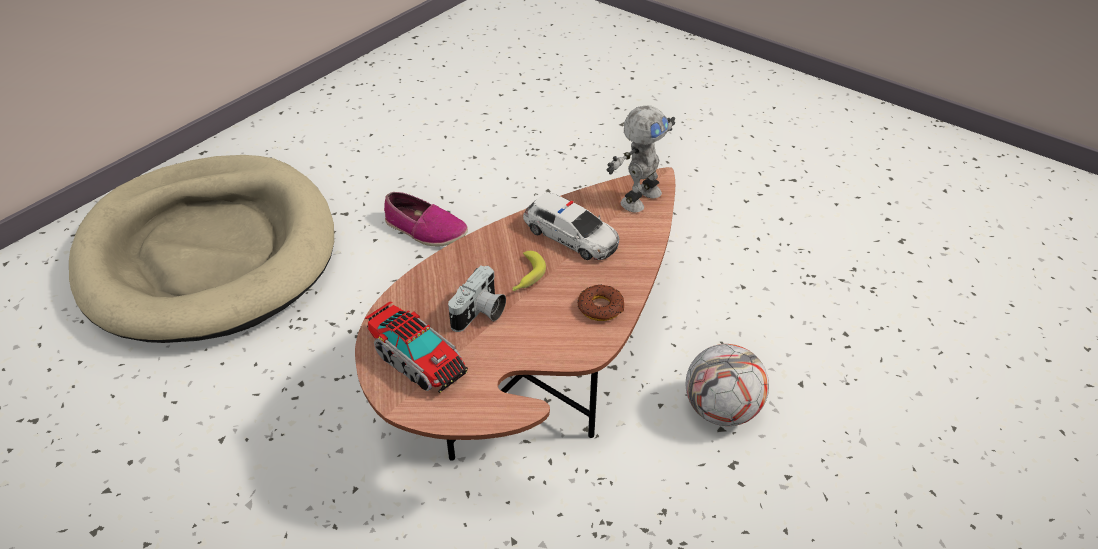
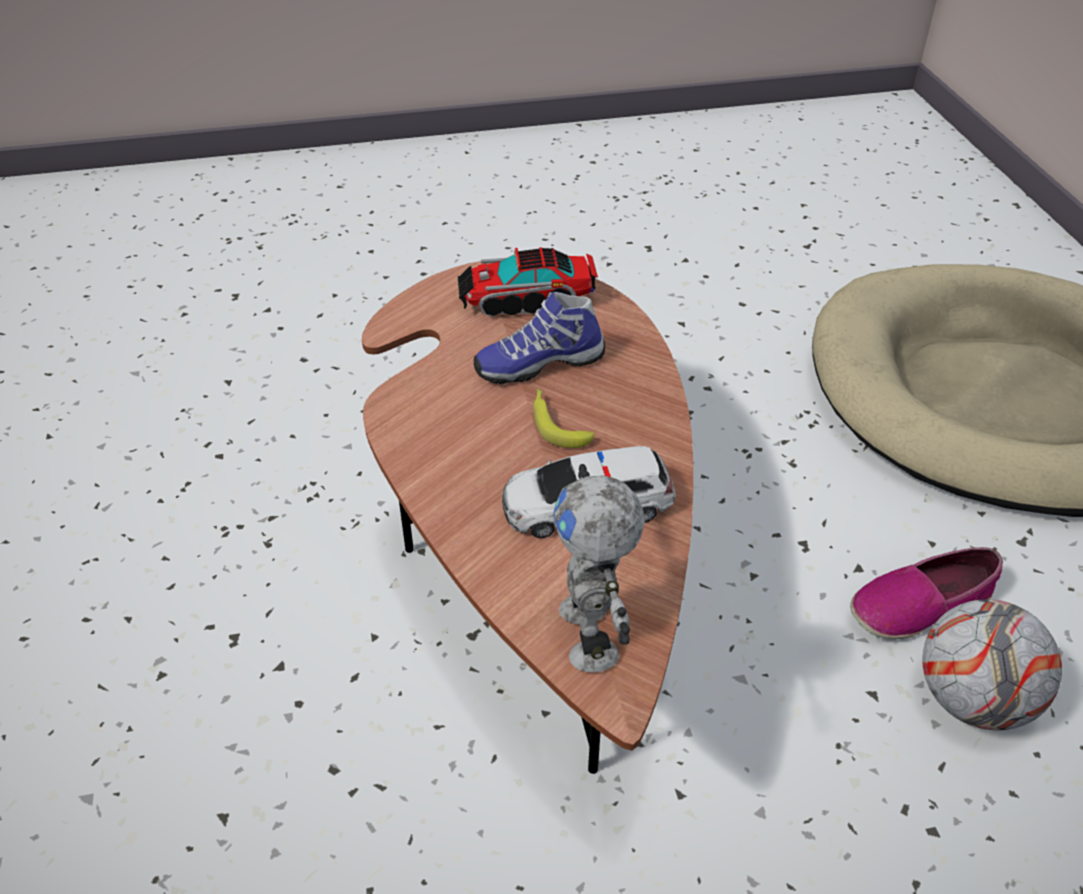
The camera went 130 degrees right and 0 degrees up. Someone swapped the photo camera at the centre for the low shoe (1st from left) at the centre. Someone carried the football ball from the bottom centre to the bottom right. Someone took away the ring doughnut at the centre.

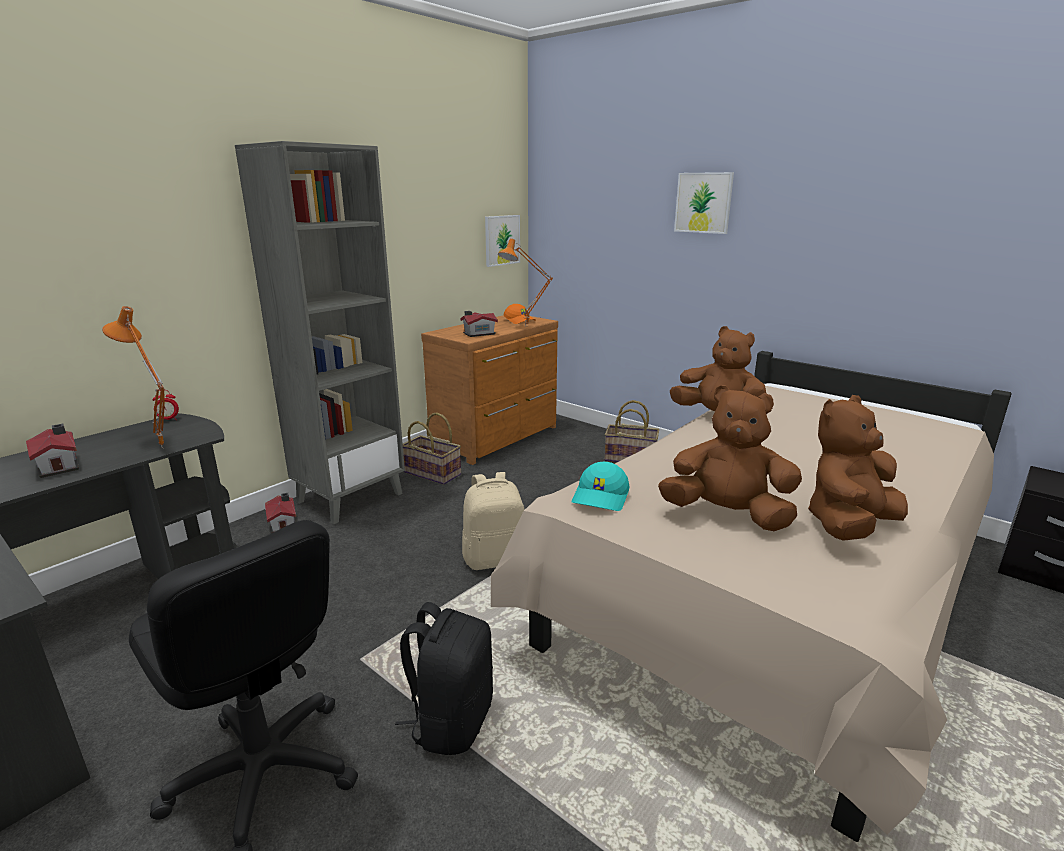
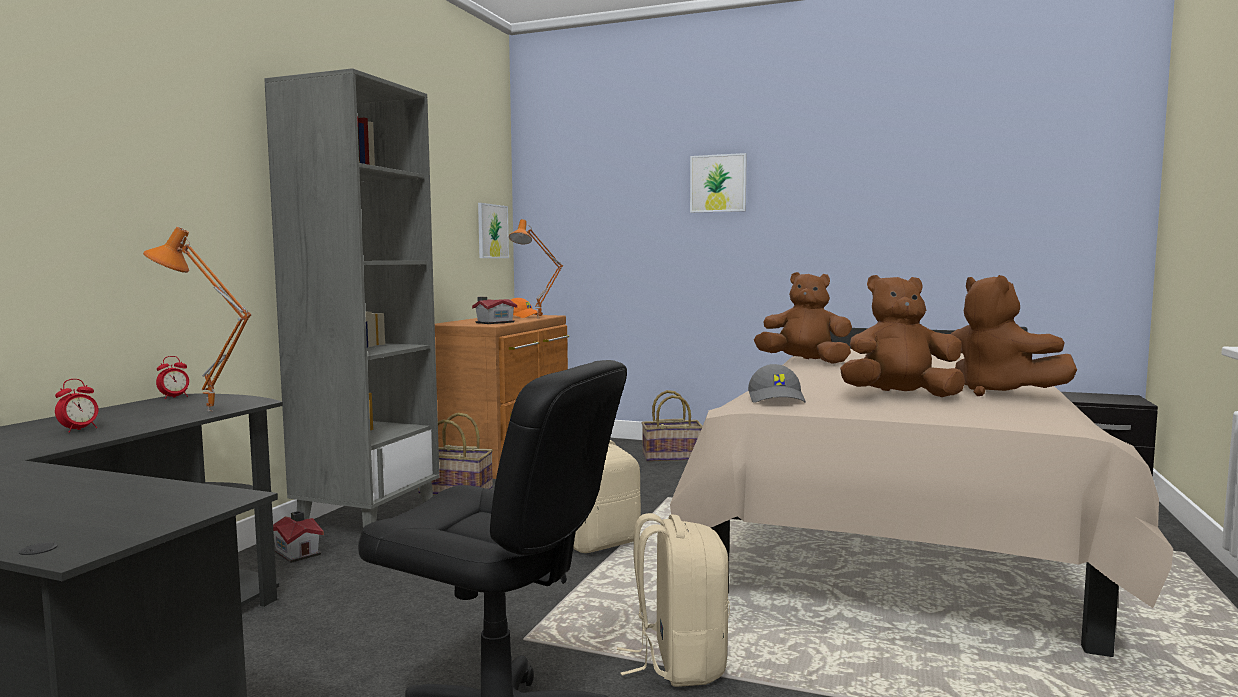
The camera went 20 degrees left and 15 degrees down. Someone swapped the miniature house (1st from left) at the middle left for the bedside clock (1st from left) at the middle left. Someone repainted the backpack (blackish) at the bottom centre, which became the backpack (beige) (2nd from left) at the bottom centre. Someone repainted the baseball cap (turquoise) at the centre, which became the baseball cap (gray) at the centre. Someone rotated the cuddly toy (brown) (3rd from left) at the middle right by 60 degrees counterclockwise.

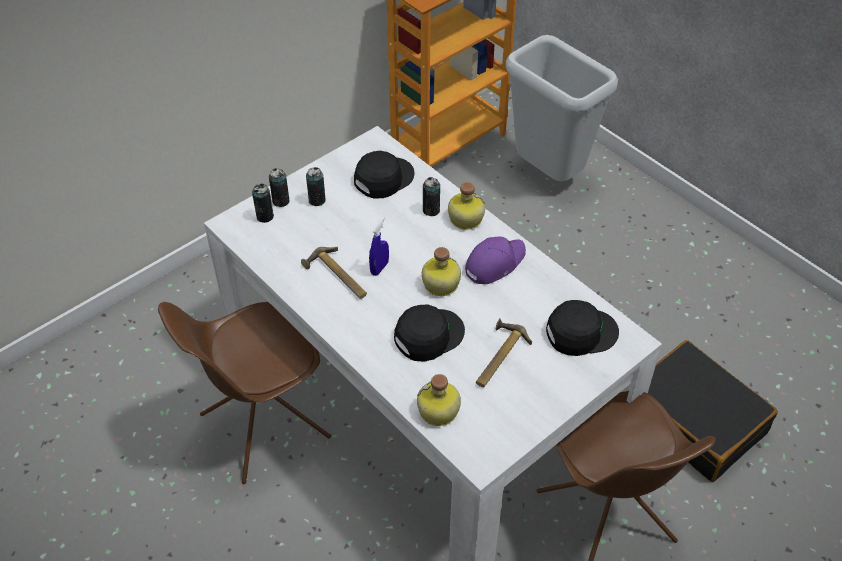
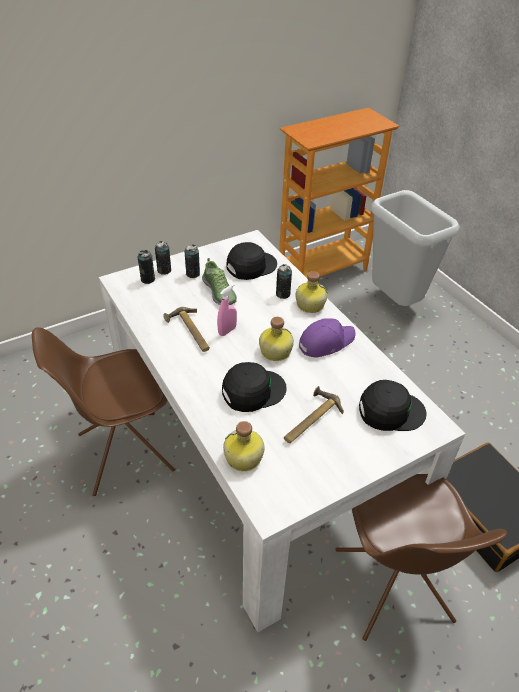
The camera went 10 degrees right and 5 degrees down. Someone put down the low shoe at the centre. Someone repainted the hand sprayer (blue-coloured) at the centre, which became the hand sprayer (pink-coloured) at the centre.

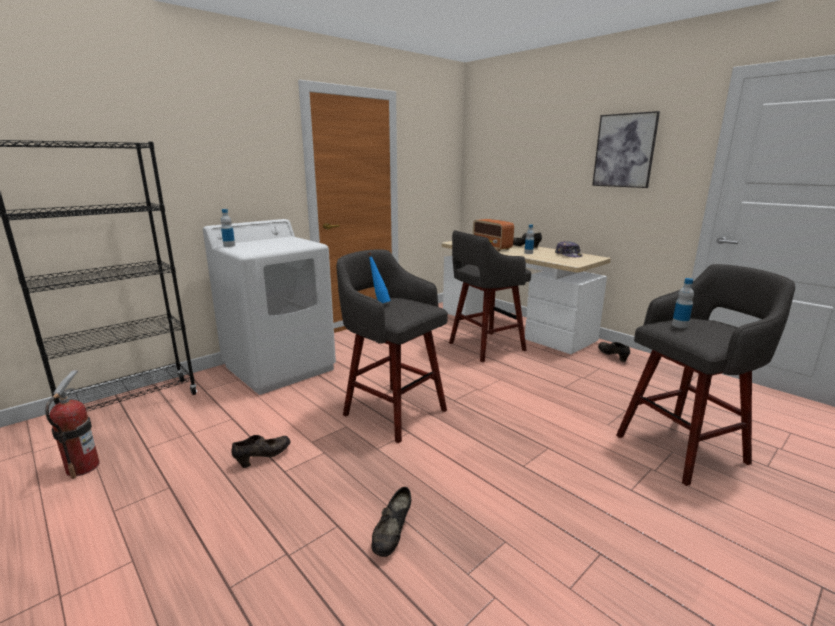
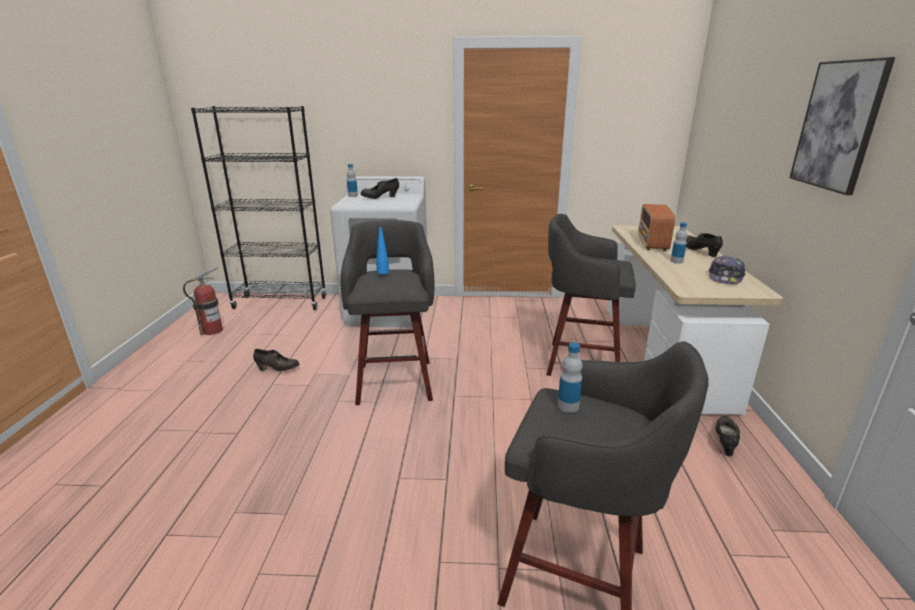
The camera went 45 degrees right and 5 degrees up. Someone carried the low shoe (blackish) (2nd from left) from the bottom centre to the top centre.

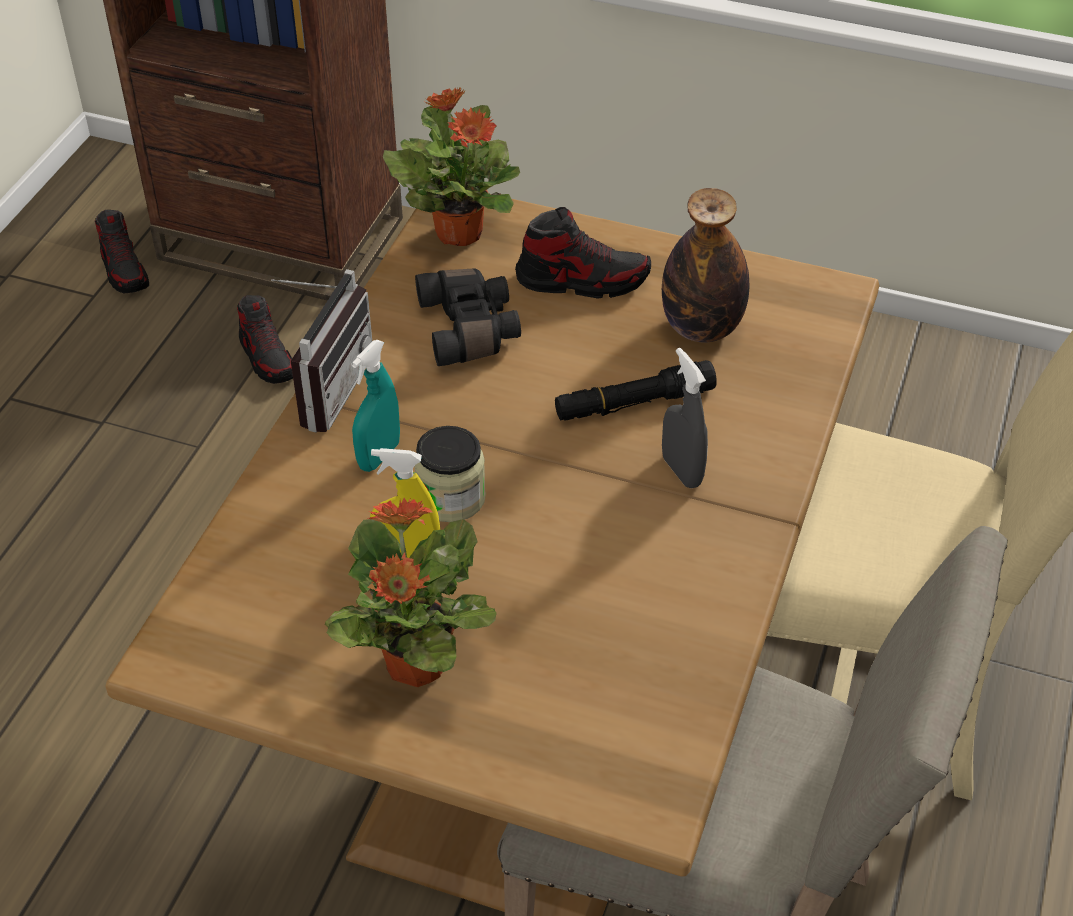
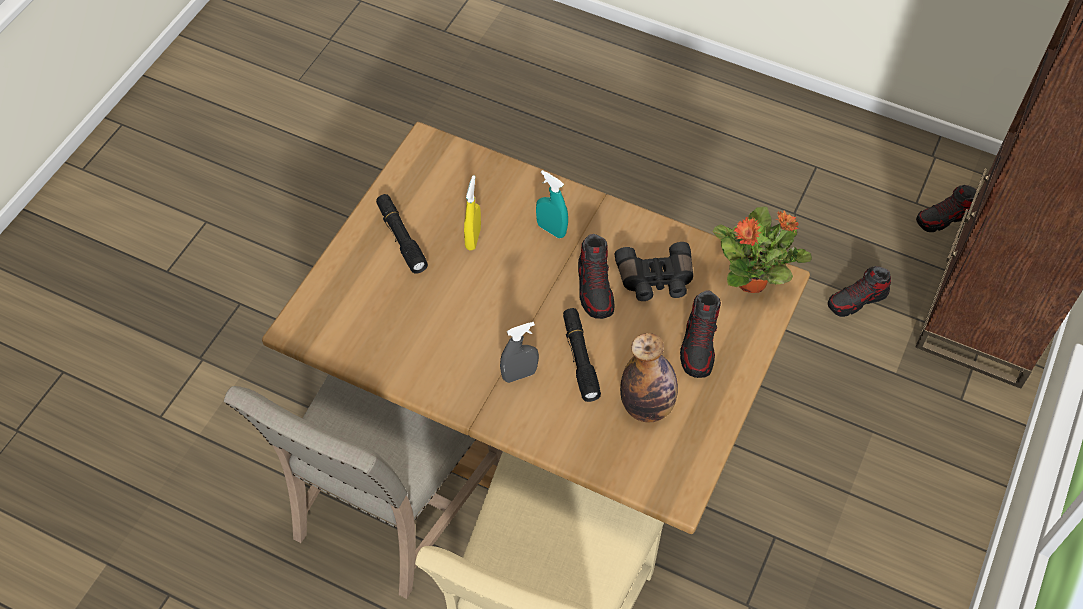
The camera went 95 degrees right and 10 degrees up. Someone swapped the plant in a pot (1st from left) at the centre for the torch (blackish) (1st from left) at the centre. Someone put down the low shoe (1st from left) at the centre. Someone took away the radio receiver at the middle left. Someone took away the jar at the centre.

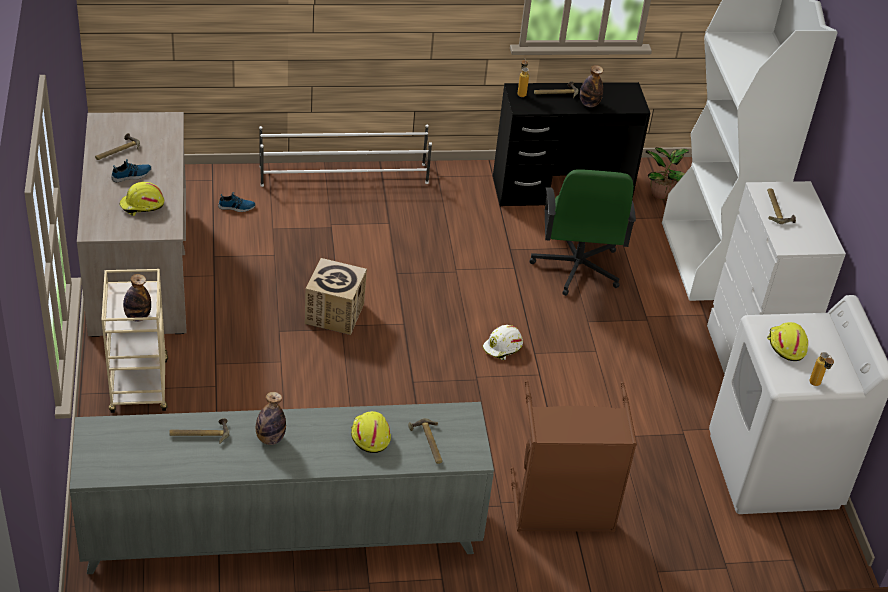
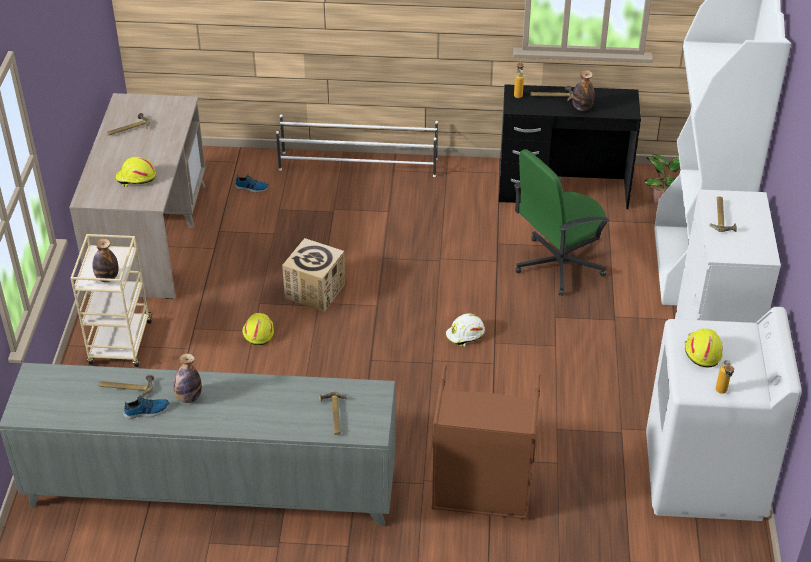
The camera went 15 degrees right and 0 degrees up. Someone carried the low shoe (1st from left) from the top left to the bottom left. Someone carried the safety helmet (yellow) (2nd from left) from the bottom centre to the middle left. Someone rotated the computer chair (green) at the centre by 45 degrees clockwise.

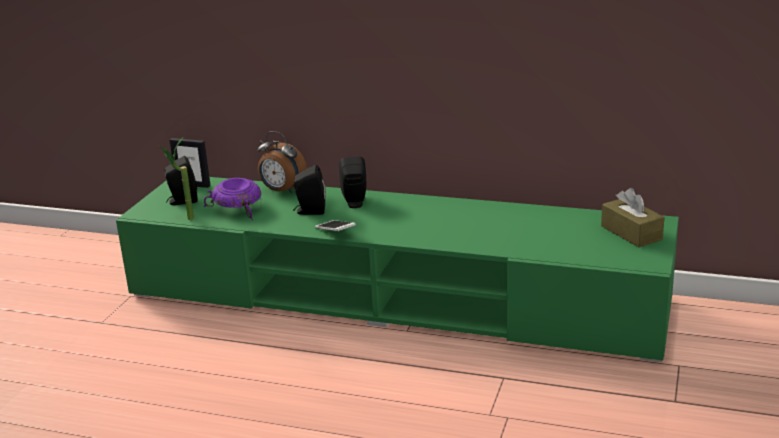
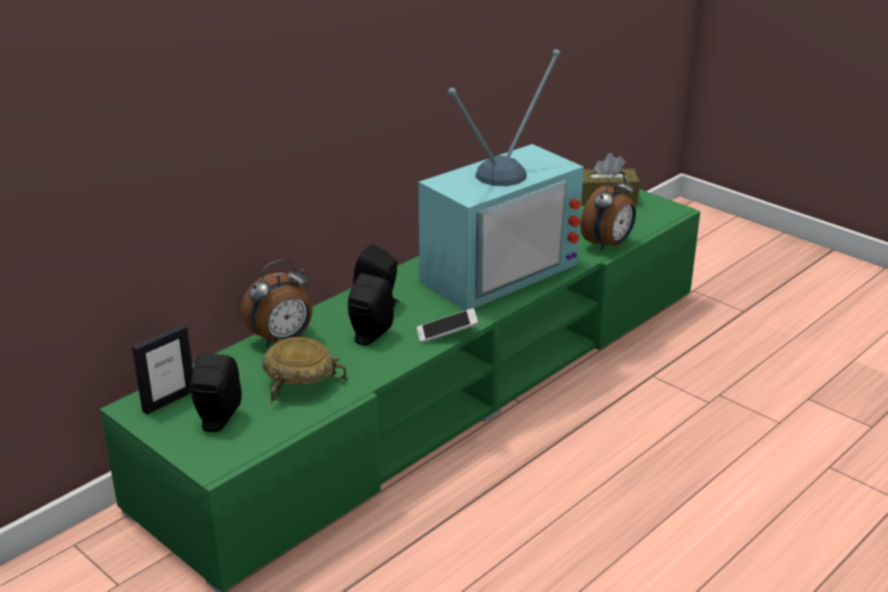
The camera went 65 degrees left and 5 degrees up. Someone repainted the serving bowl (purple-coloured) at the middle left, which became the serving bowl (beige) at the centre. Someone put down the television at the top centre. Someone put down the bedside clock (2nd from left) at the middle right. Someone took away the plant in a pot at the middle left.

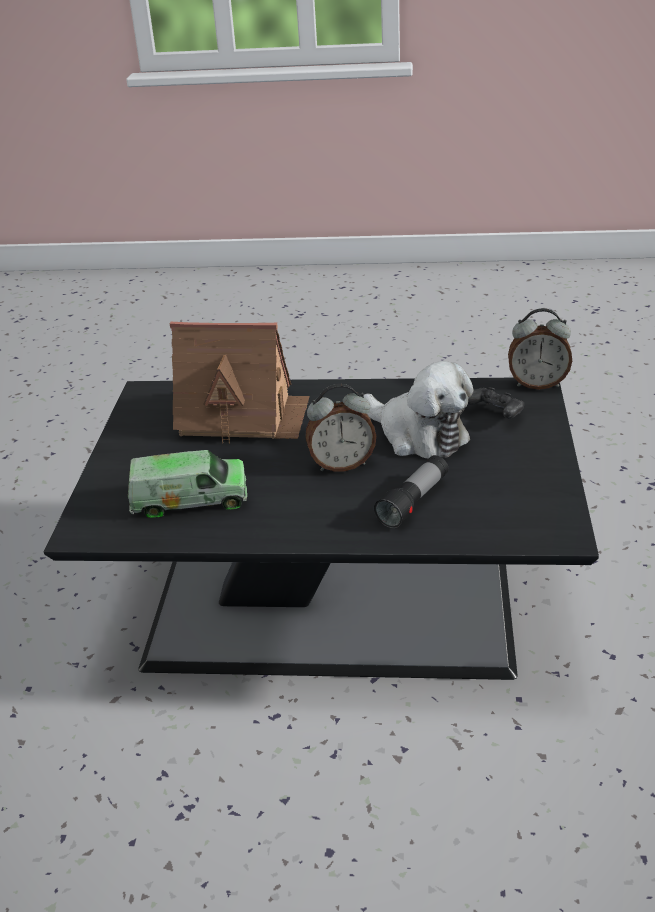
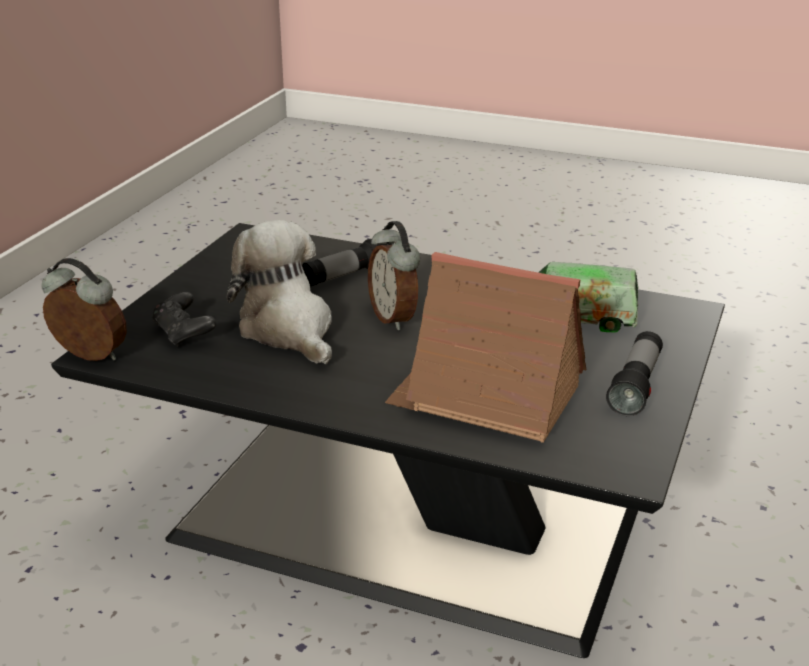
The camera went 165 degrees left and 5 degrees down. Someone rotated the bedside clock (1st from left in the first image) at the centre by 120 degrees counterclockwise. Someone put down the torch (2nd from left) at the middle right.

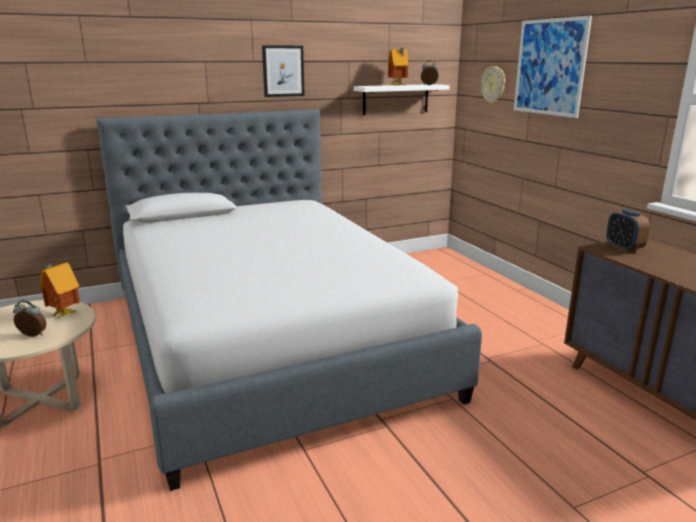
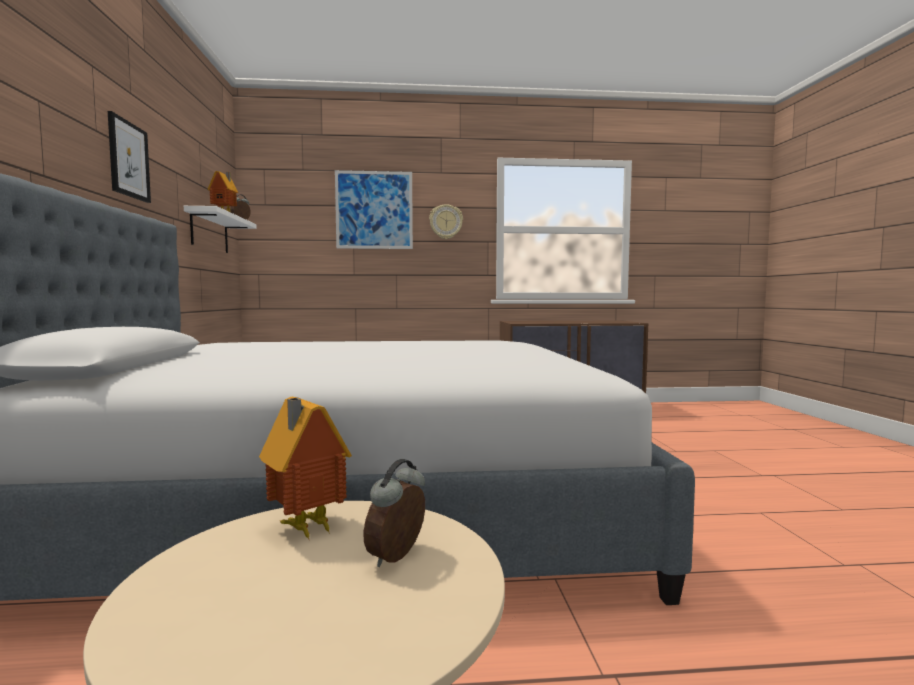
The camera went 70 degrees left and 15 degrees down. Someone carried the wall clock from the top right to the top centre. Someone took away the bedside clock (3rd from left) at the middle right.

